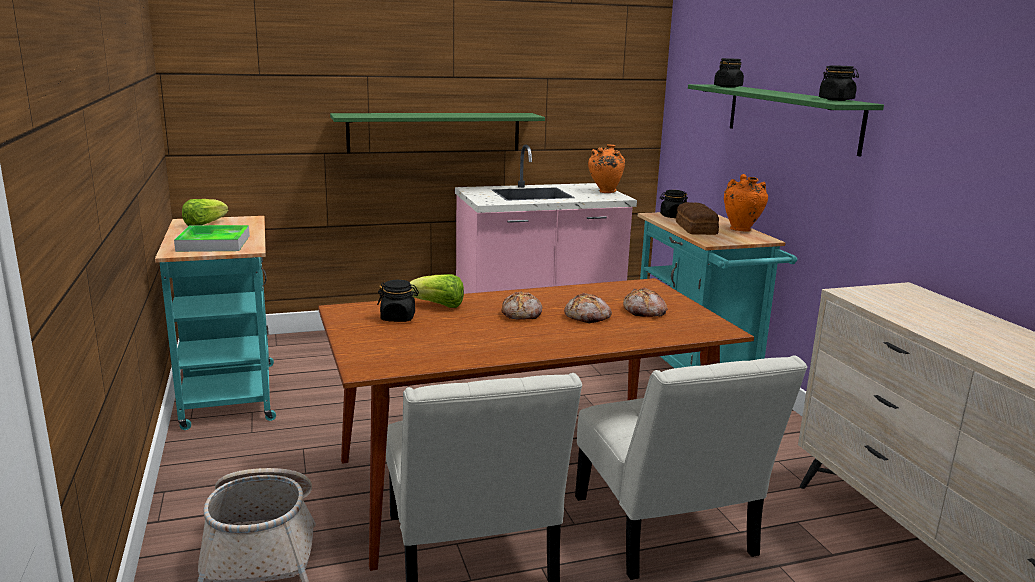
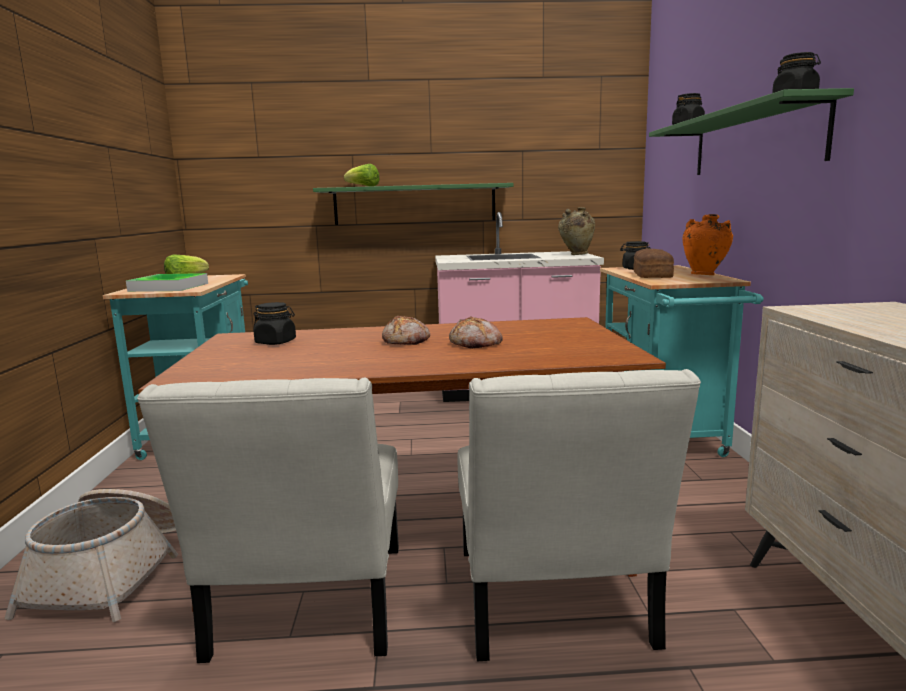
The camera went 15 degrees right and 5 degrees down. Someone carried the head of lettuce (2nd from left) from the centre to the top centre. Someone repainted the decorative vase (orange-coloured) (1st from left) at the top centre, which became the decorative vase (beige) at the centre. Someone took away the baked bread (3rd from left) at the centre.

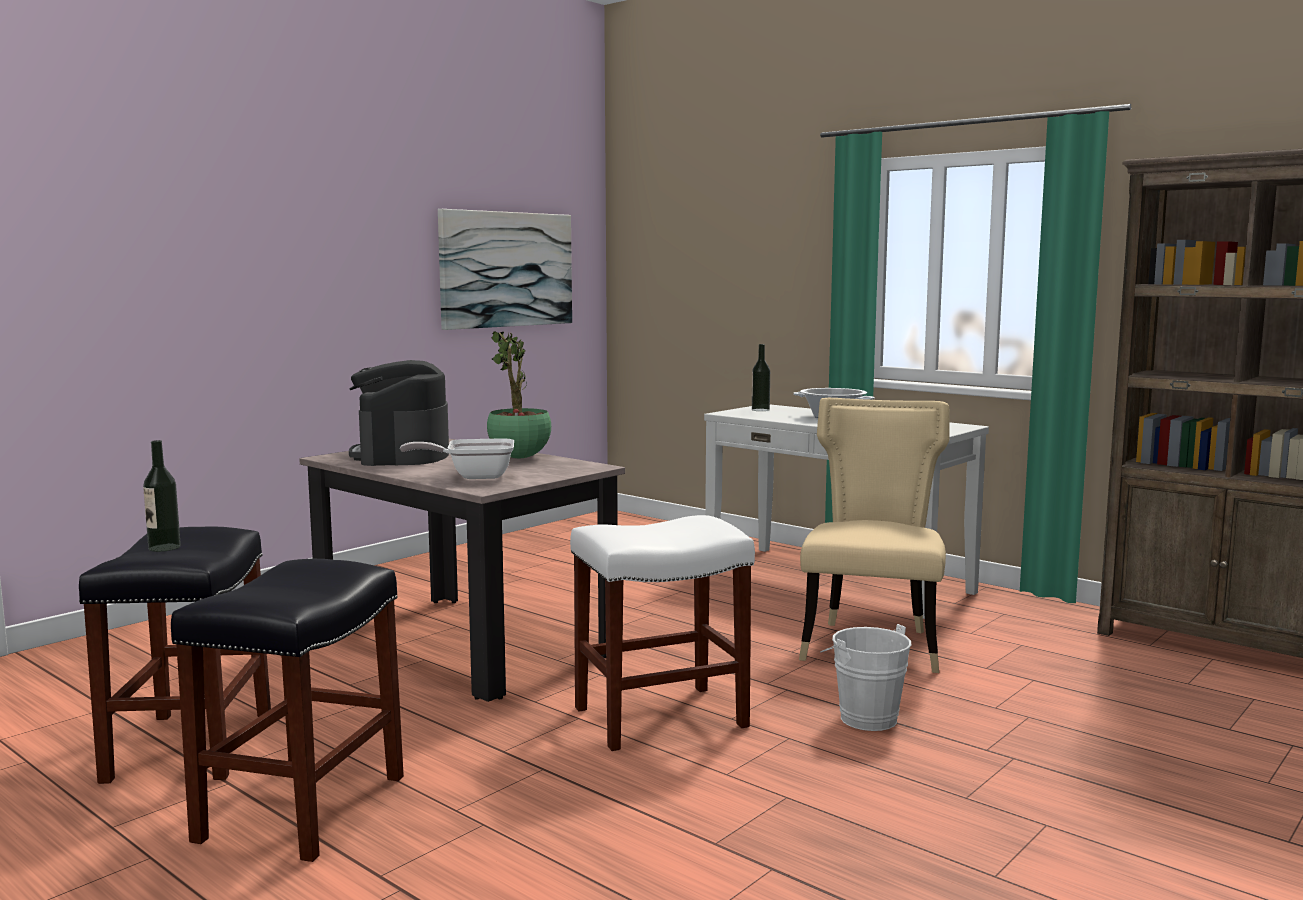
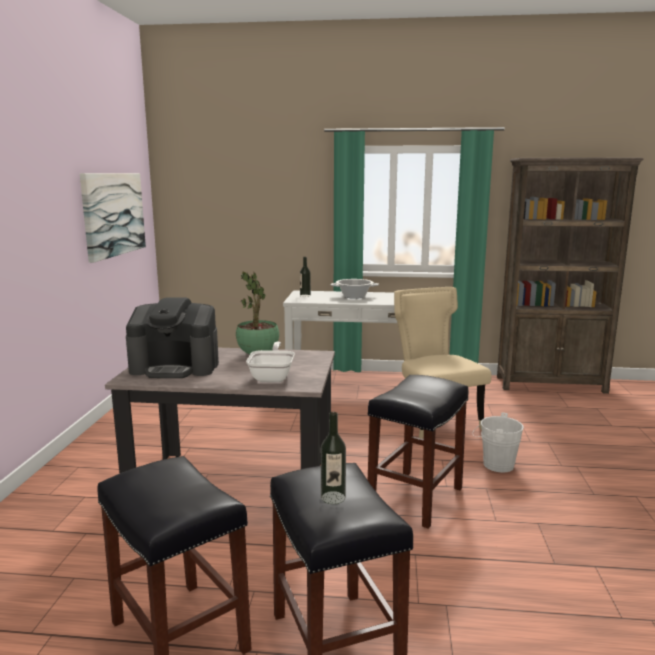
The camera went 35 degrees left and 5 degrees up. Someone rotated the coffee maker at the middle left by 45 degrees counterclockwise. Someone rotated the skillet at the centre by 135 degrees clockwise. Someone carried the bottle (1st from left in the first image) from the middle left to the bottom centre. Someone repainted the stool (white-coloured) at the bottom centre, which became the stool (blackish) (3rd from left) at the bottom centre.

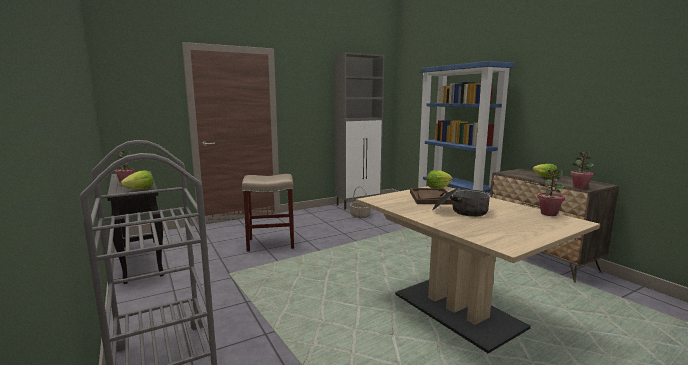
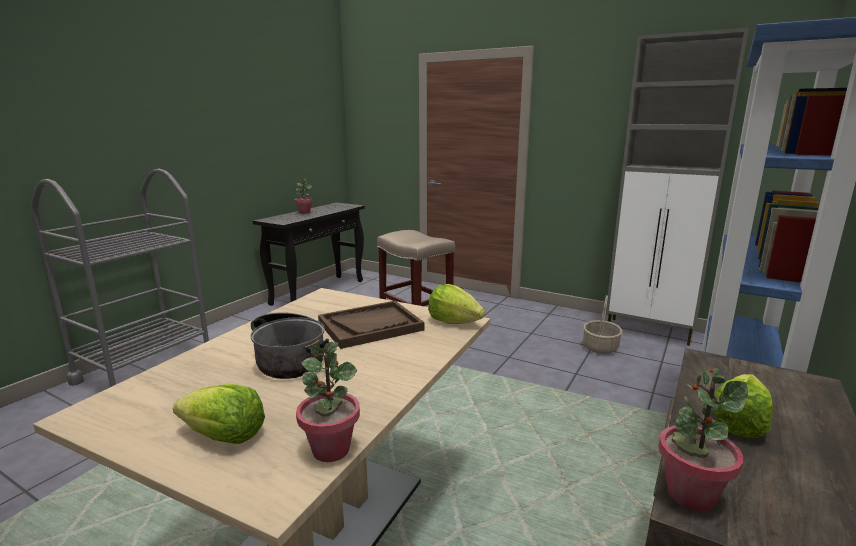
The camera went 60 degrees right and 5 degrees up. Someone carried the head of lettuce (1st from left) from the middle left to the bottom left.

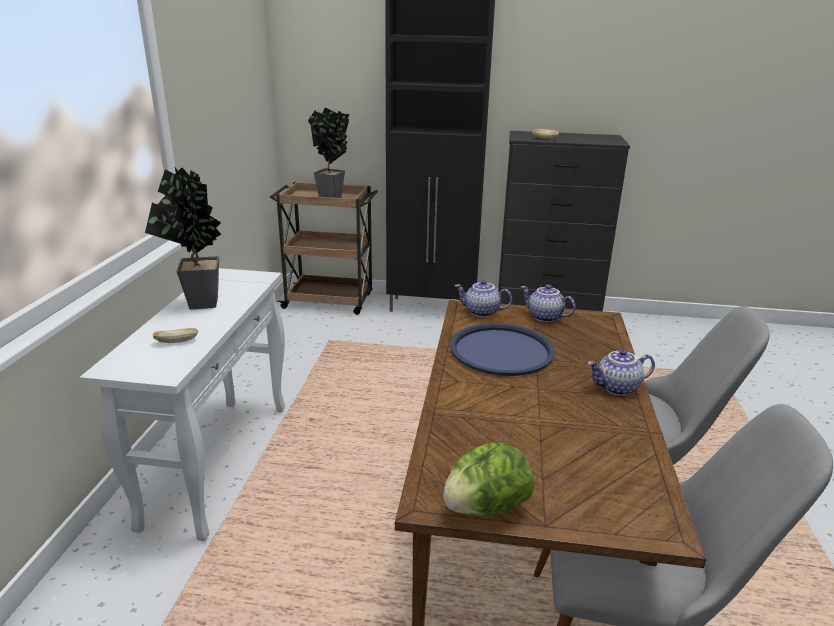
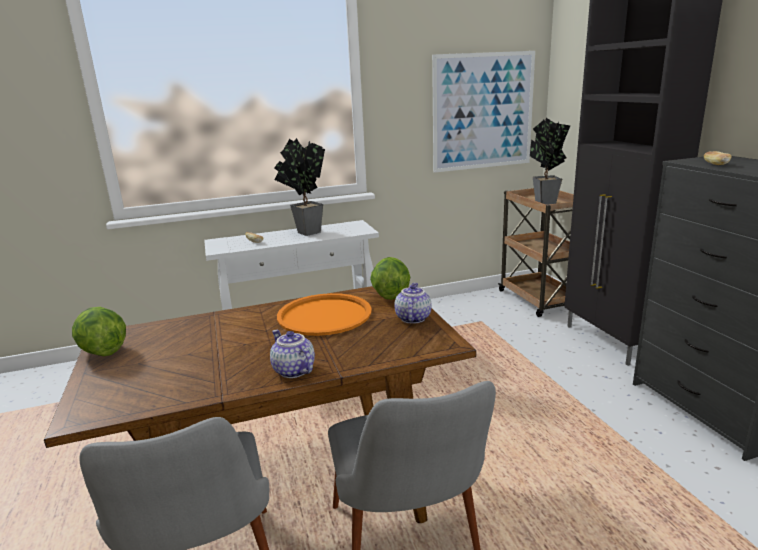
The camera went 65 degrees right and 5 degrees down. Someone repainted the serving tray (blue-coloured) at the centre, which became the serving tray (orange-coloured) at the centre. Someone swapped the tea pot (1st from left) at the centre for the head of lettuce (2nd from left) at the centre. Someone put up the wall picture at the top centre.

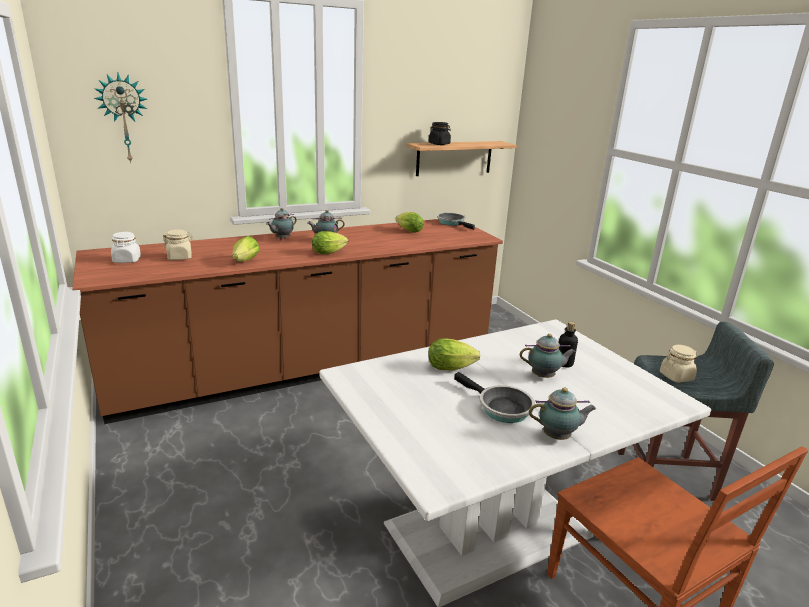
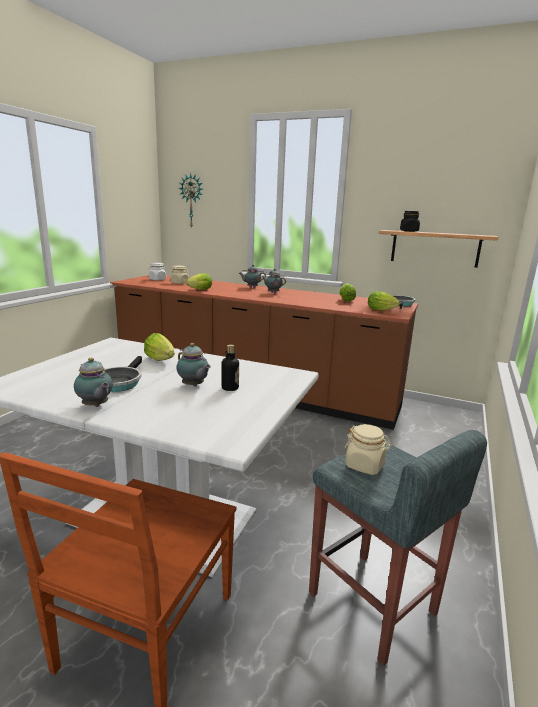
The camera went 50 degrees right and 5 degrees down. Someone carried the head of lettuce (2nd from left in the first image) from the centre to the middle right.

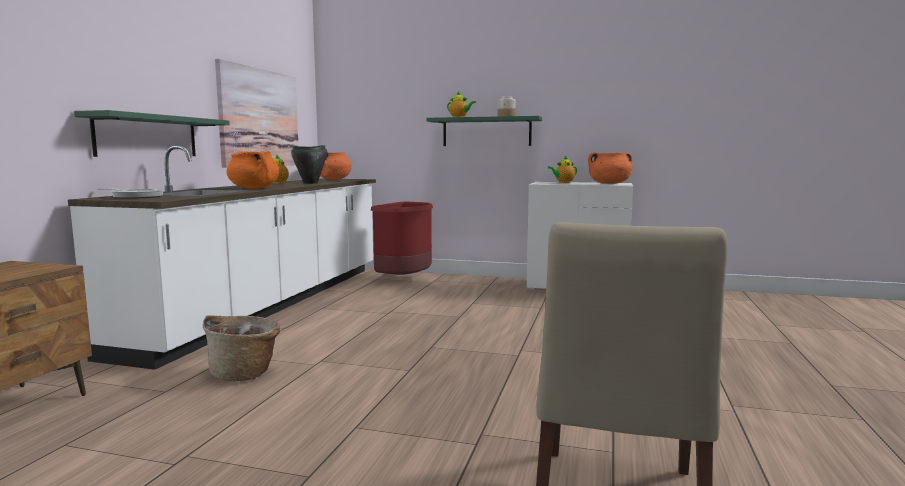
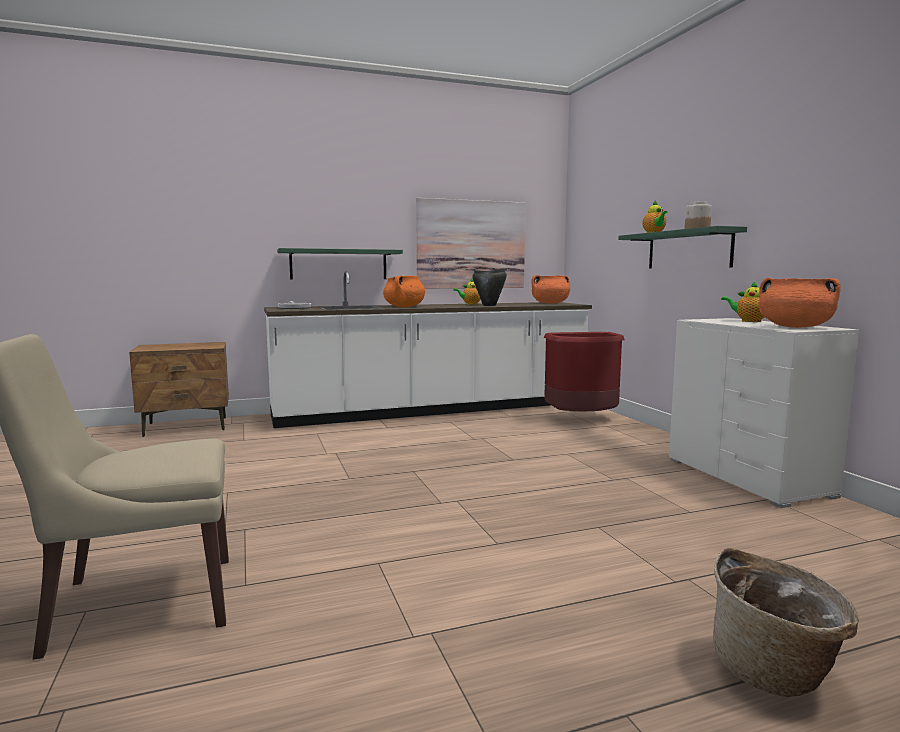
The camera went 55 degrees right and 0 degrees up. Someone carried the household basket from the bottom left to the bottom right.

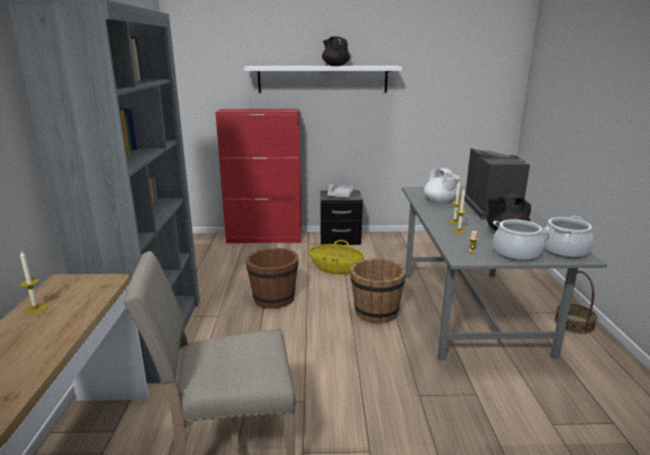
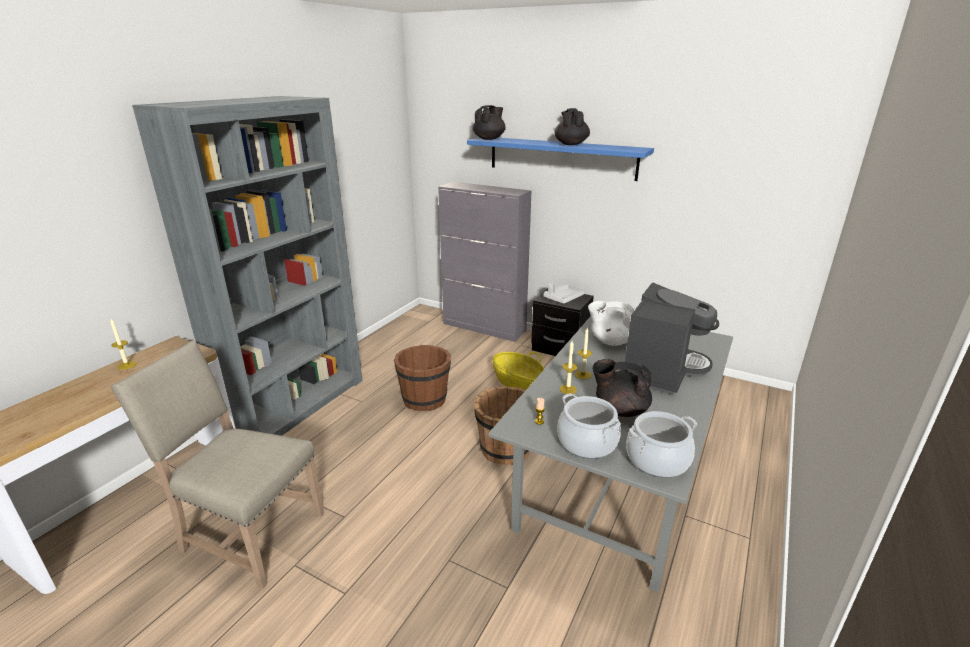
The camera went 30 degrees right and 5 degrees up. Someone repainted the cupboard (red-coloured) at the centre, which became the cupboard (gray) at the centre. Someone repainted the wall shelf (white-coloured) at the top centre, which became the wall shelf (blue-coloured) at the top centre. Someone put down the tea pot (blackish) (1st from left) at the top centre. Someone rotated the tea pot (white-coloured) at the middle right by 90 degrees clockwise. Someone took away the household basket (2nd from left) at the middle right.

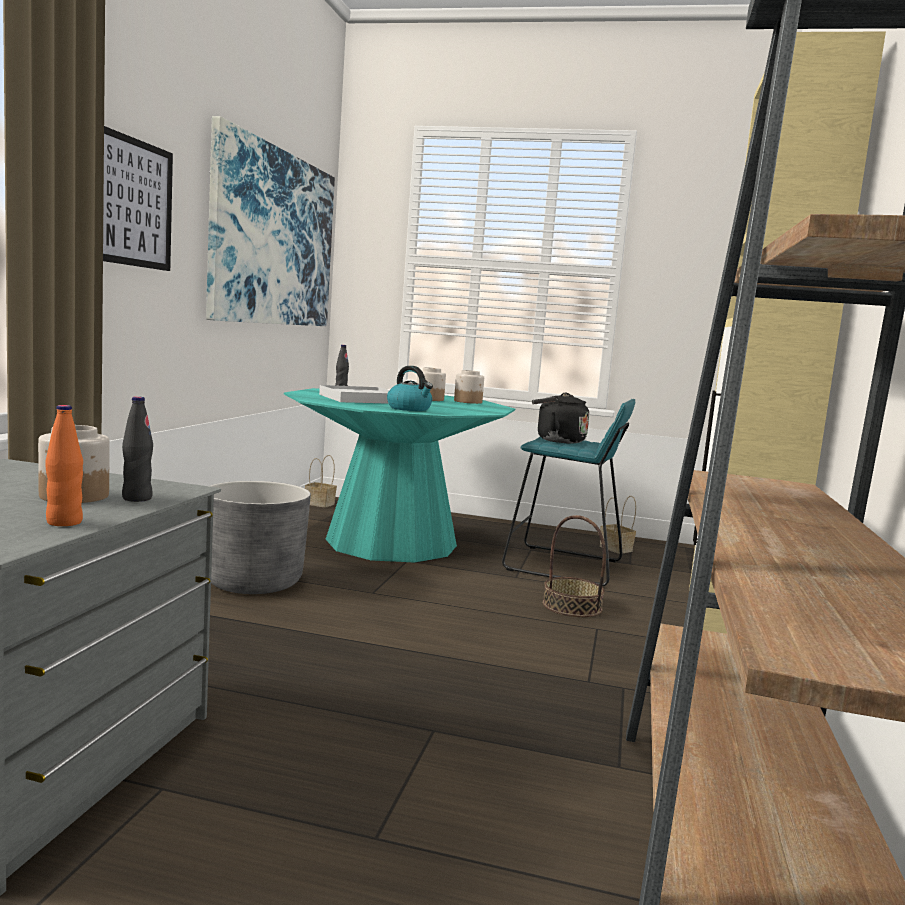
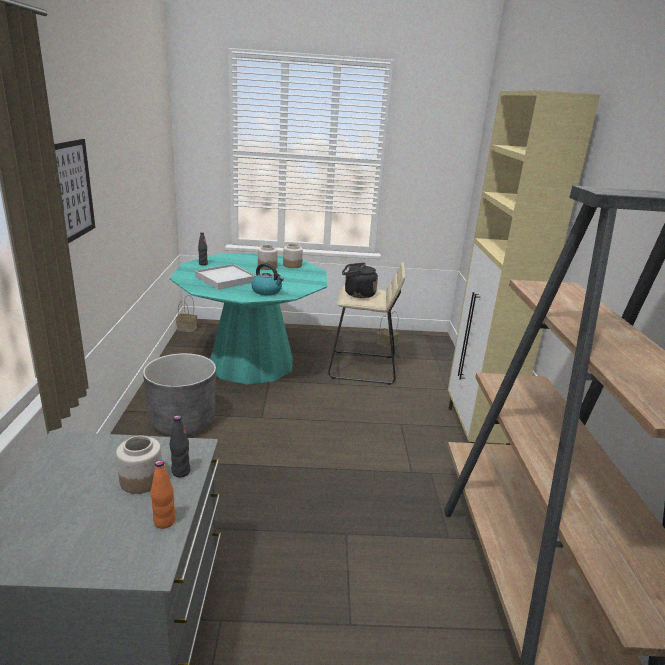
The camera went 15 degrees left and 15 degrees up. Someone repainted the stool (turquoise) at the centre, which became the stool (beige) at the centre. Someone took away the wall picture (2nd from left) at the top left. Someone took away the household basket (2nd from left) at the centre.

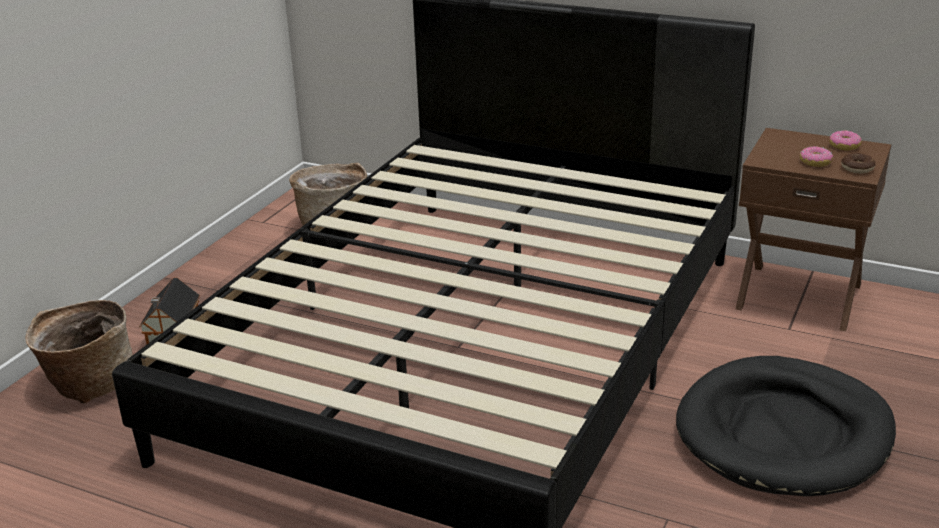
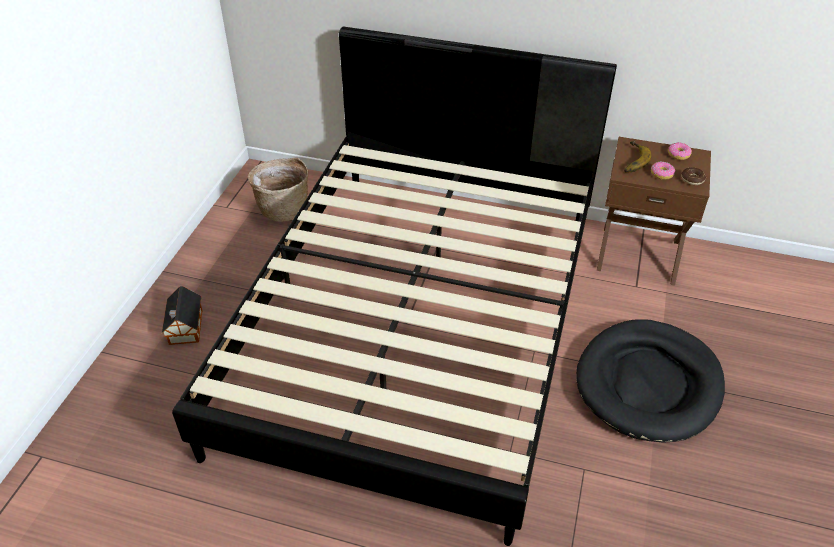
The camera went 10 degrees left and 15 degrees up. Someone put down the banana at the top right. Someone took away the household basket (1st from left) at the bottom left.

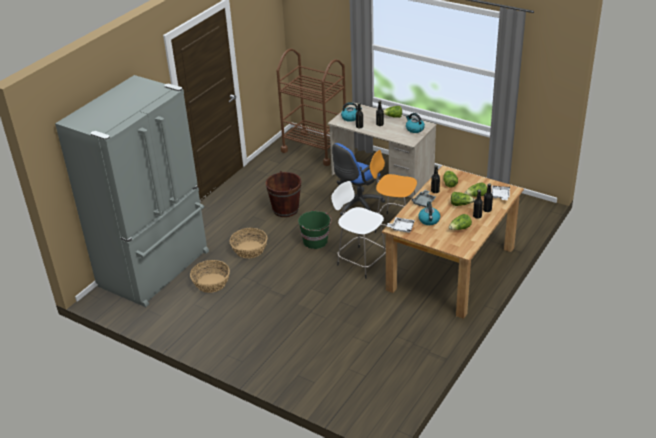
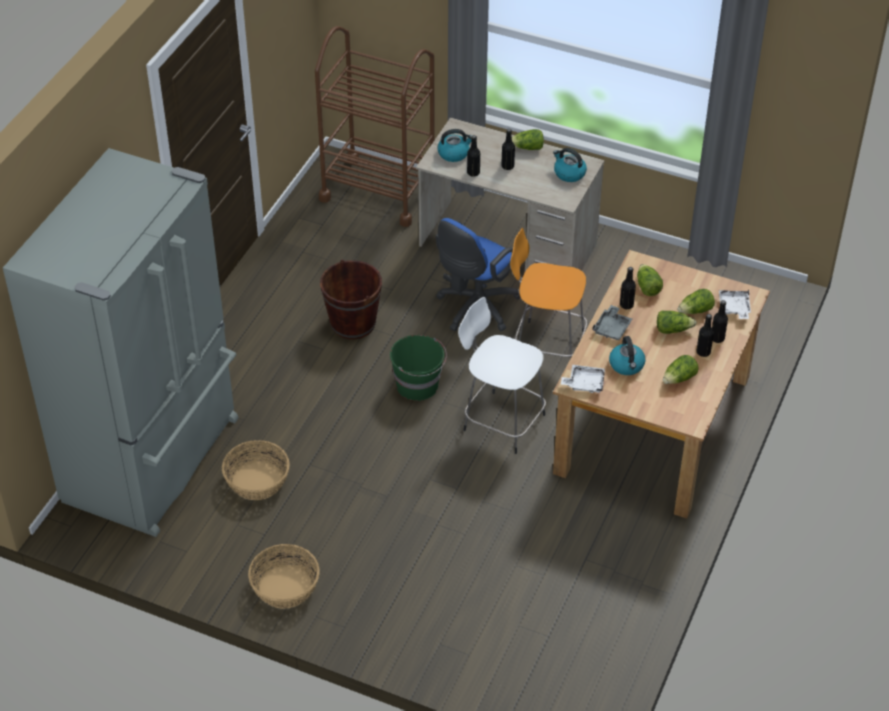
The camera went 10 degrees left and 10 degrees up. Someone carried the household basket (2nd from left) from the centre to the bottom left.

